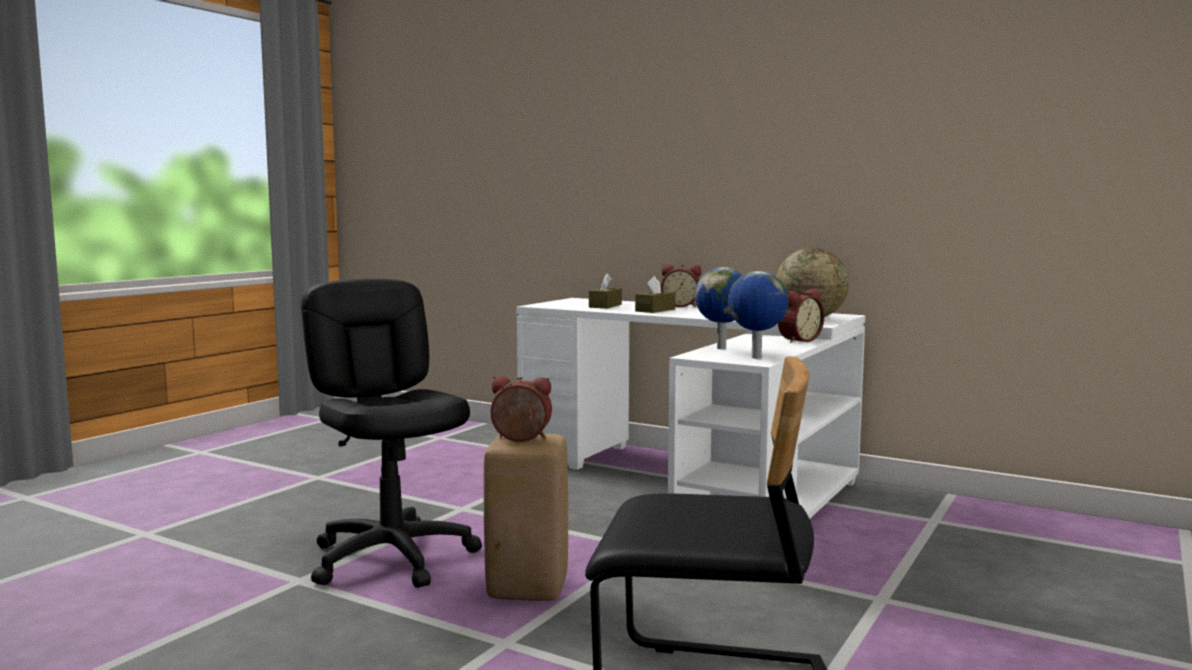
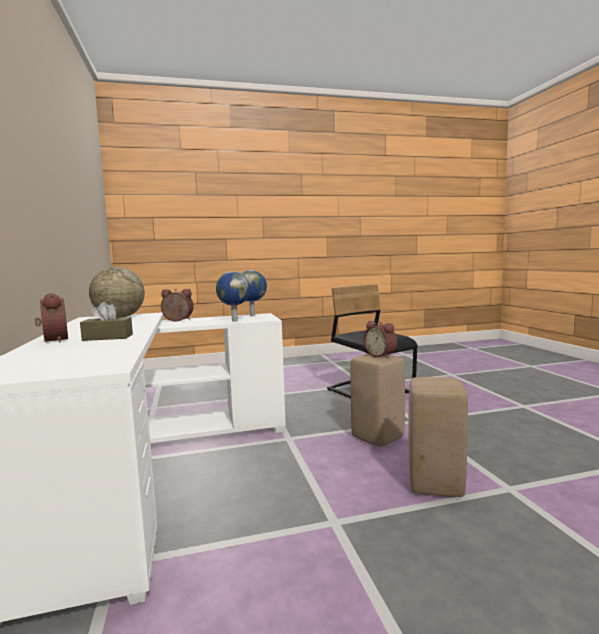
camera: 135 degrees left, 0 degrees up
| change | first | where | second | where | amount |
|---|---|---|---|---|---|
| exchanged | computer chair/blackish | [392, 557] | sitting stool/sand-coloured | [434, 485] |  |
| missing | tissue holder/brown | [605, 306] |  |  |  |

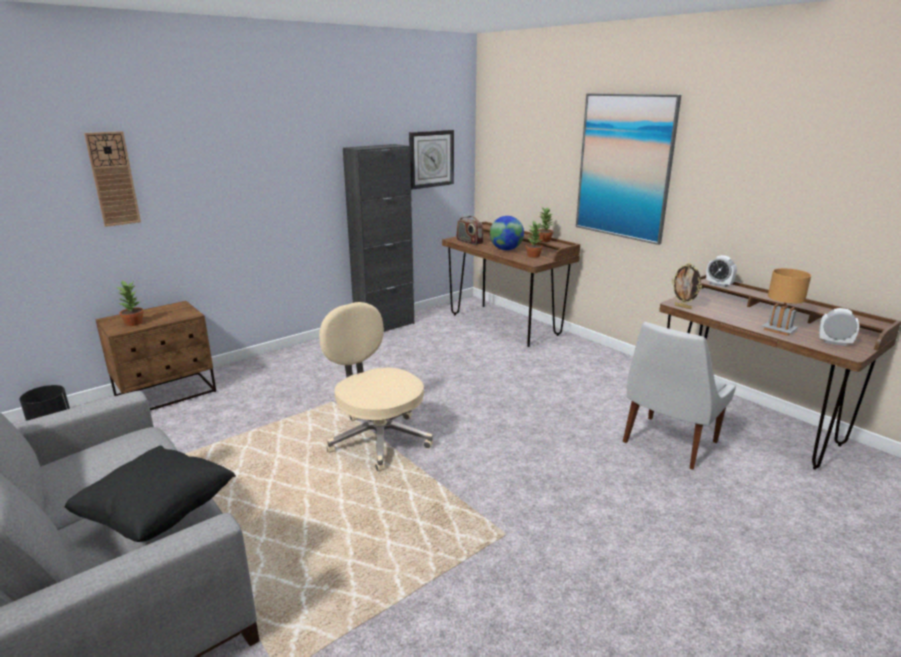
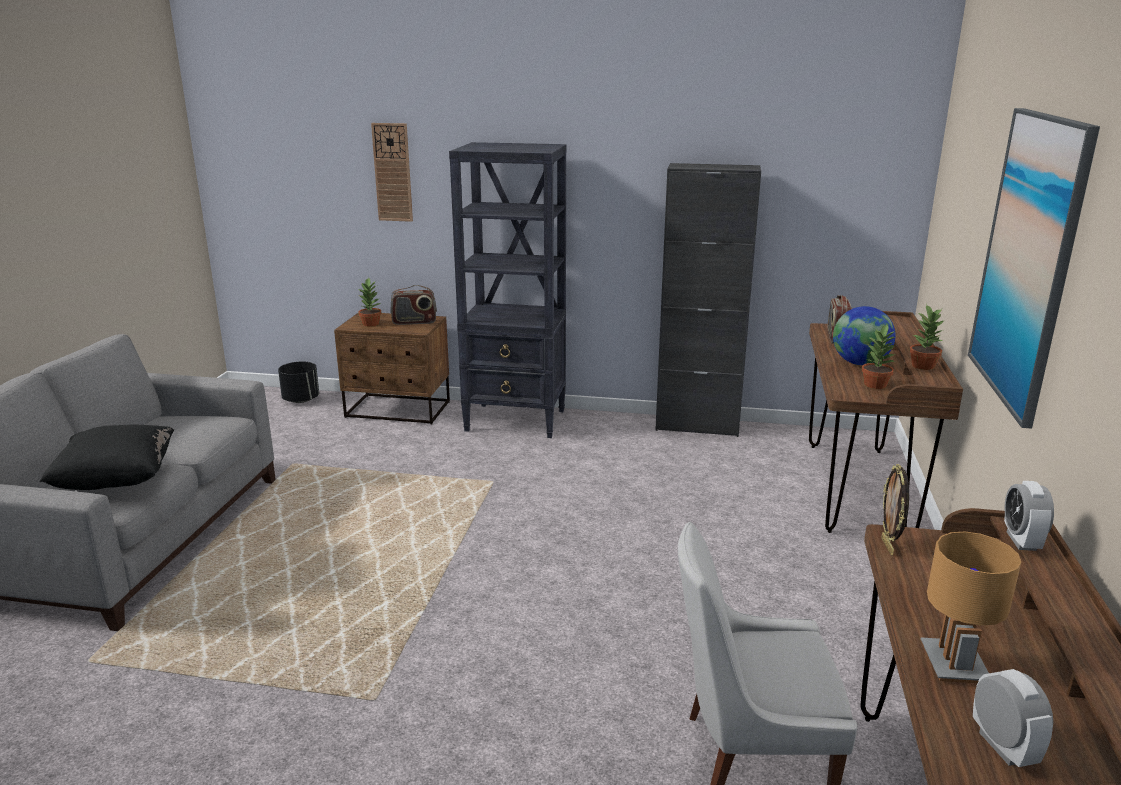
camera: 50 degrees right, 0 degrees up
| change | first | where | second | where | amount |
|---|---|---|---|---|---|
| appeared |  |  | radio set | [414, 322] |  |
| appeared |  |  | shelving unit/blackish | [516, 421] |  |
| missing | computer chair/sand-coloured | [378, 439] |  |  |  |
| missing | clock on the wall | [431, 159] |  |  |  |

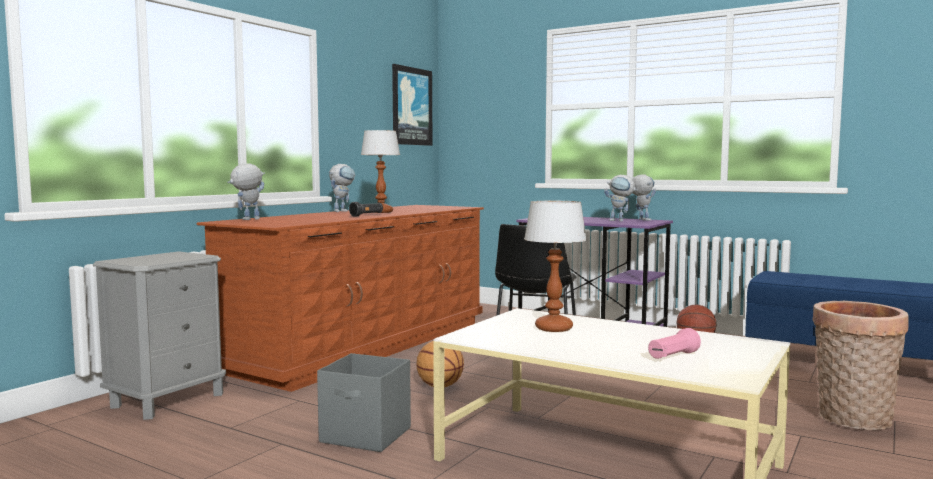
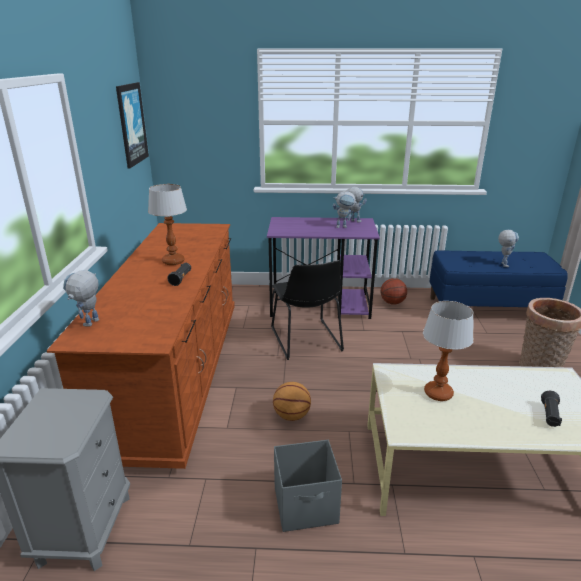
camera: 30 degrees left, 20 degrees up
| change | first | where | second | where | amount |
|---|---|---|---|---|---|
| relocated | model robot | [342, 211] |  | [503, 263] |  |
| colour | flashlight/pink-coloured | [672, 356] | flashlight/blackish | [549, 415] |  |

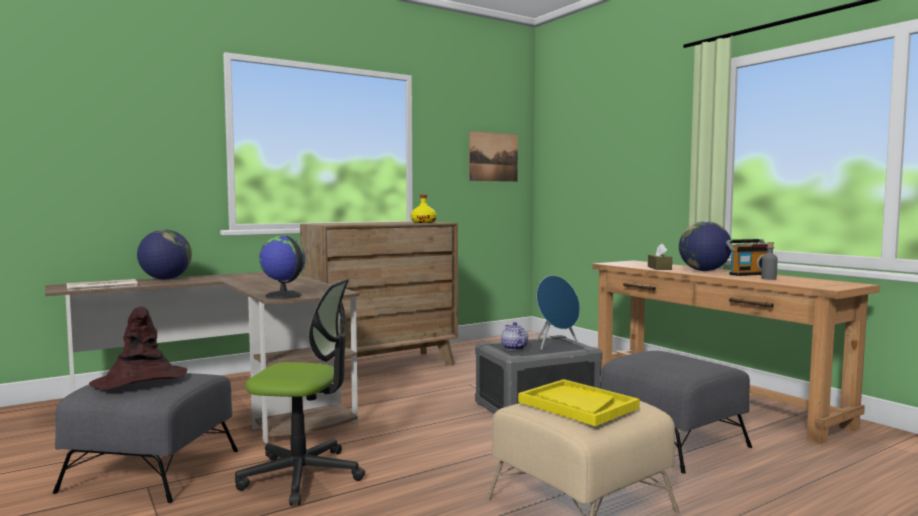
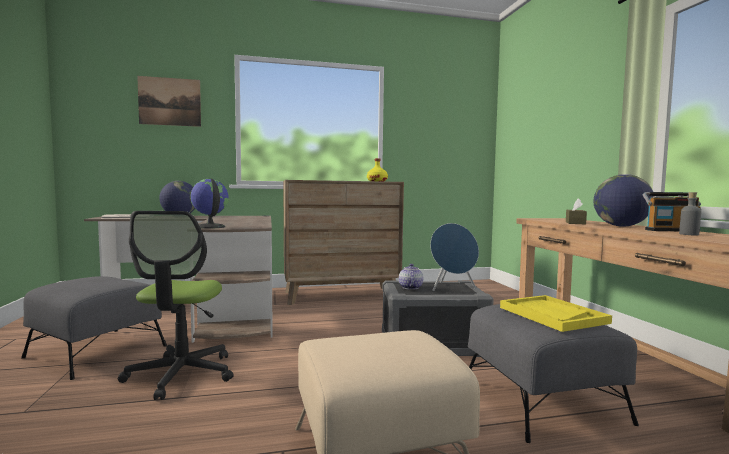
camera: 20 degrees right, 0 degrees up
| change | first | where | second | where | amount |
|---|---|---|---|---|---|
| spun | computer chair | [302, 475] |  | [181, 374] | 60 degrees clockwise |
| relocated | wall art | [493, 157] |  | [170, 101] |  |
| relocated | tray/yellowish | [577, 405] |  | [552, 315] |  |
| missing | hat/brown | [140, 380] |  |  |  |

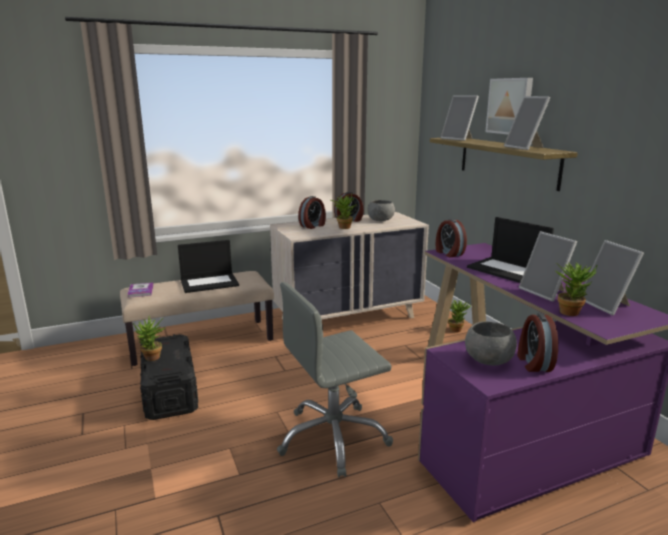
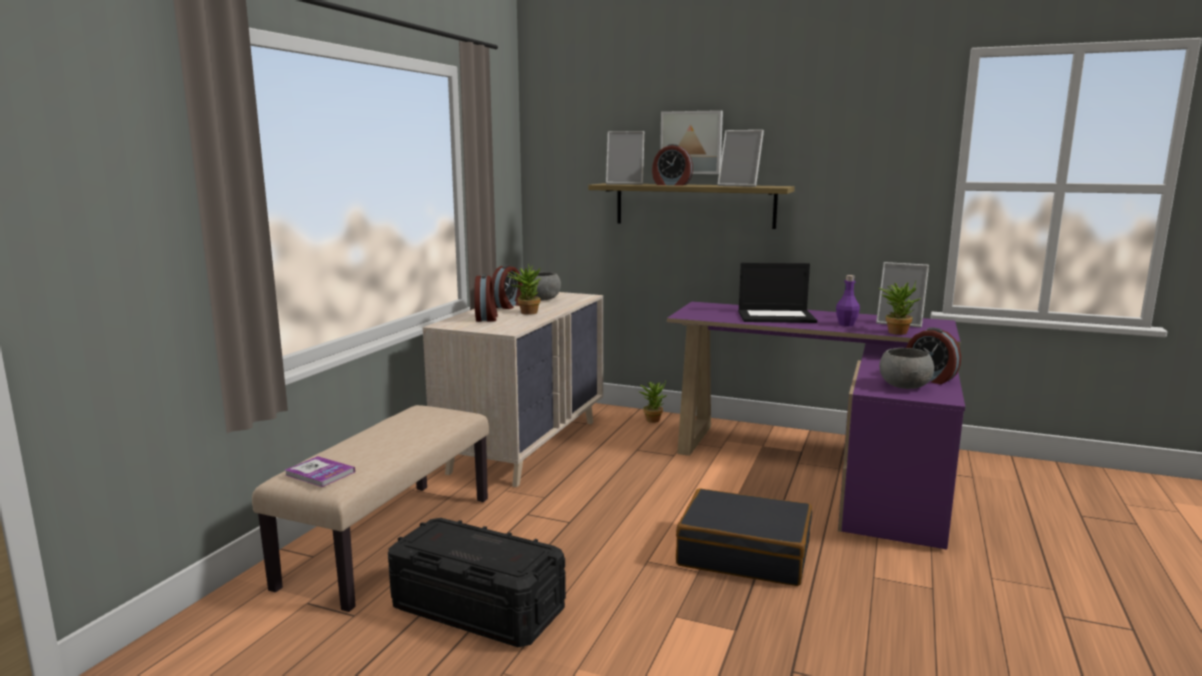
camera: 45 degrees left, 5 degrees down
| change | first | where | second | where | amount |
|---|---|---|---|---|---|
| relocated | bedside clock | [448, 253] |  | [671, 185] |  |
| exchanged | computer chair/grey | [333, 438] | suitcase/blackish | [744, 553] |  |
| exchanged | picture frame | [545, 292] | beverage bottle/purplish | [846, 324] |  |
| missing | potted plant | [152, 359] |  |  |  |
| missing | portable computer | [210, 283] |  |  |  |

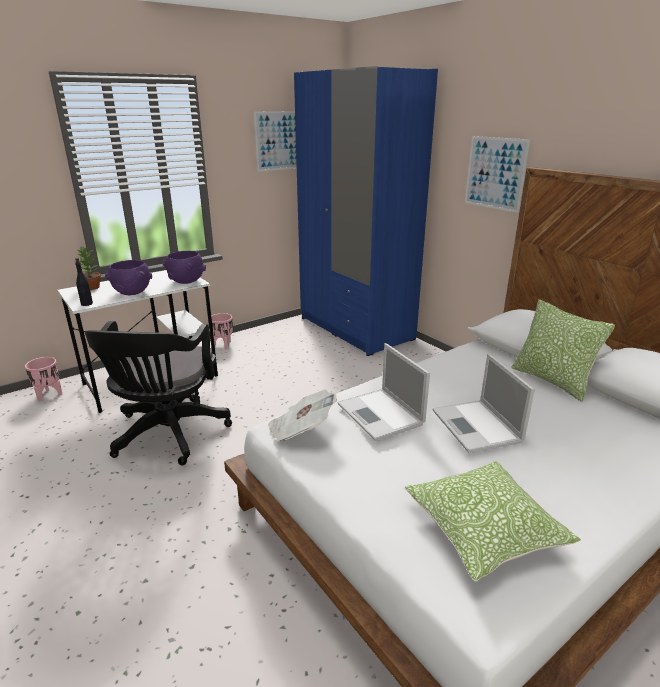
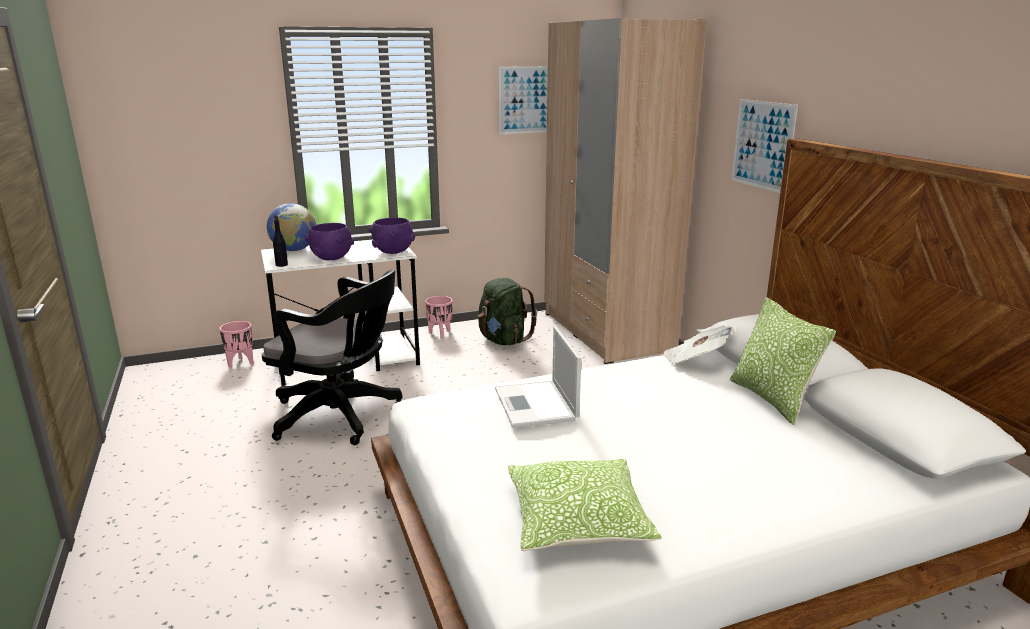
camera: 15 degrees right, 5 degrees down
| change | first | where | second | where | amount |
|---|---|---|---|---|---|
| spun | computer chair/blackish | [168, 435] |  | [341, 416] | 90 degrees counterclockwise |
| exchanged | potted plant | [91, 287] | world globe | [294, 250] |  |
| appeared |  |  | knapsack/greenish | [503, 340] |  |
| colour | armoire/blue | [356, 328] | armoire/sand-coloured | [606, 332] |  |
| relocated | daily paper | [300, 430] |  | [695, 360] |  |
| missing | portable computer | [477, 427] |  |  |  |

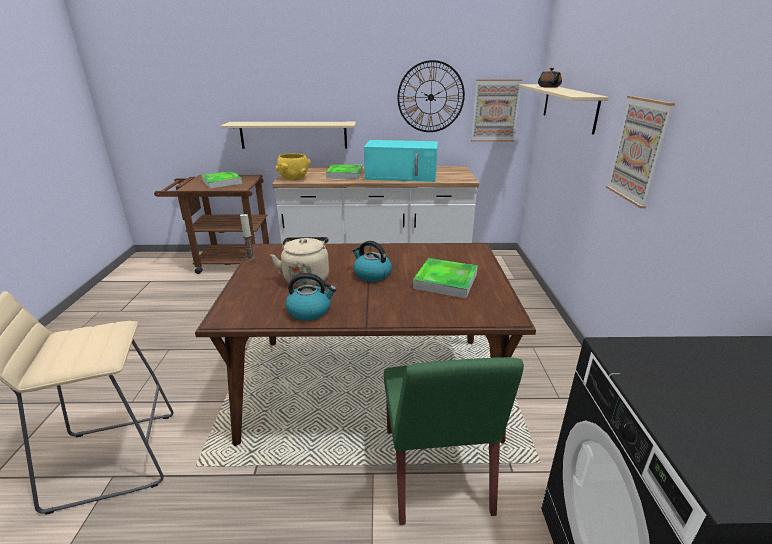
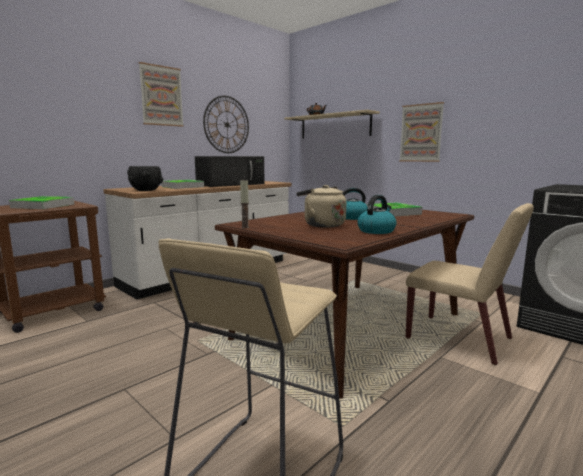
camera: 45 degrees left, 15 degrees down
| change | first | where | second | where | amount |
|---|---|---|---|---|---|
| colour | serving bowl/yellowish | [294, 179] | serving bowl/blackish | [146, 191] |  |
| relocated | wall art | [495, 111] |  | [161, 96] |  |
| colour | microwave oven/turquoise | [402, 176] | microwave oven/blackish | [231, 184] |  |
| colour | upright chair/greenish | [436, 471] | upright chair/sand-coloured | [460, 339] |  |
| missing | wall shelf/sand-coloured | [293, 135] |  |  |  |

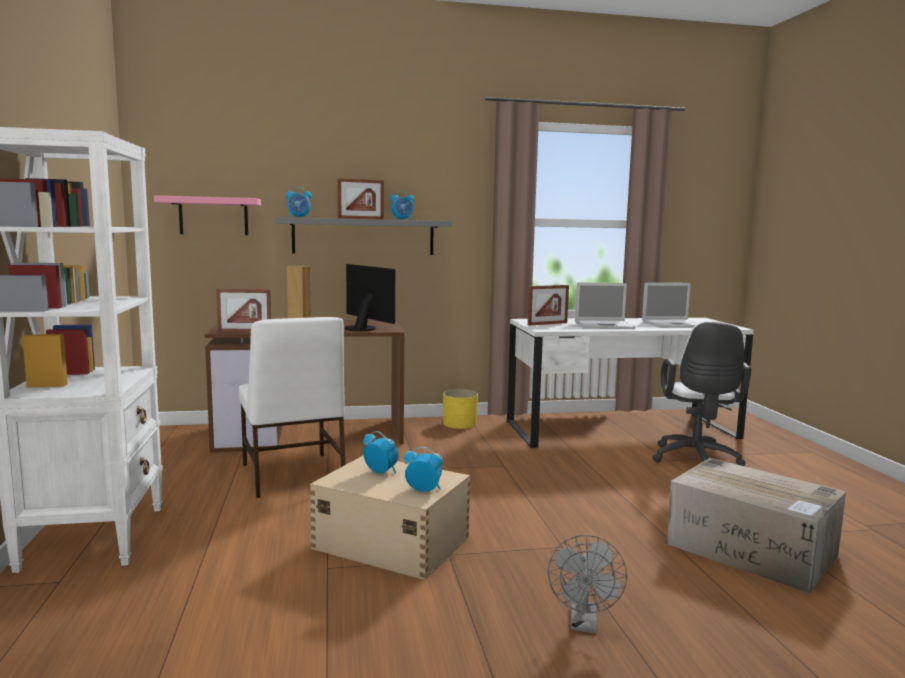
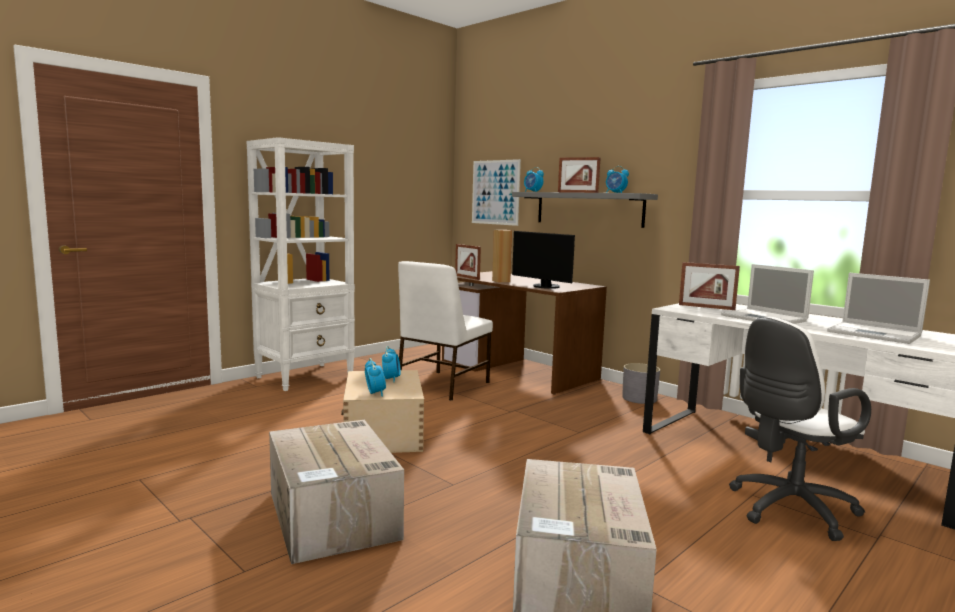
camera: 55 degrees right, 0 degrees up
| change | first | where | second | where | amount |
|---|---|---|---|---|---|
| exchanged | cooling fan/grey | [584, 624] | carton | [333, 516] |  |
| exchanged | wall shelf/pink-coloured | [213, 216] | wall art | [495, 192] |  |
| spun | computer display | [363, 328] |  | [544, 287] | 120 degrees clockwise |
| colour | plant pot/yellowish | [459, 424] | plant pot/grey | [639, 398] |  |

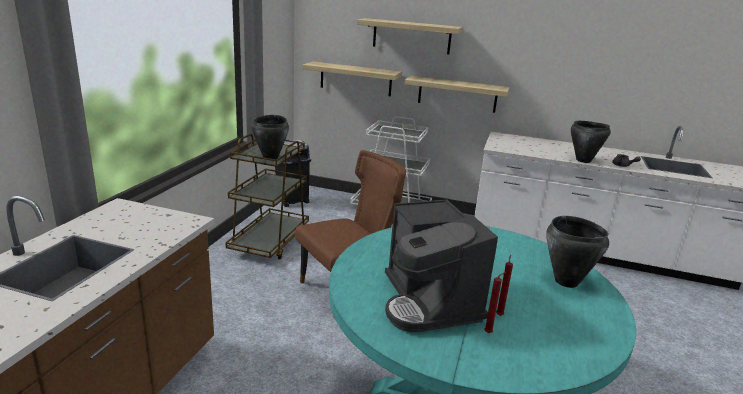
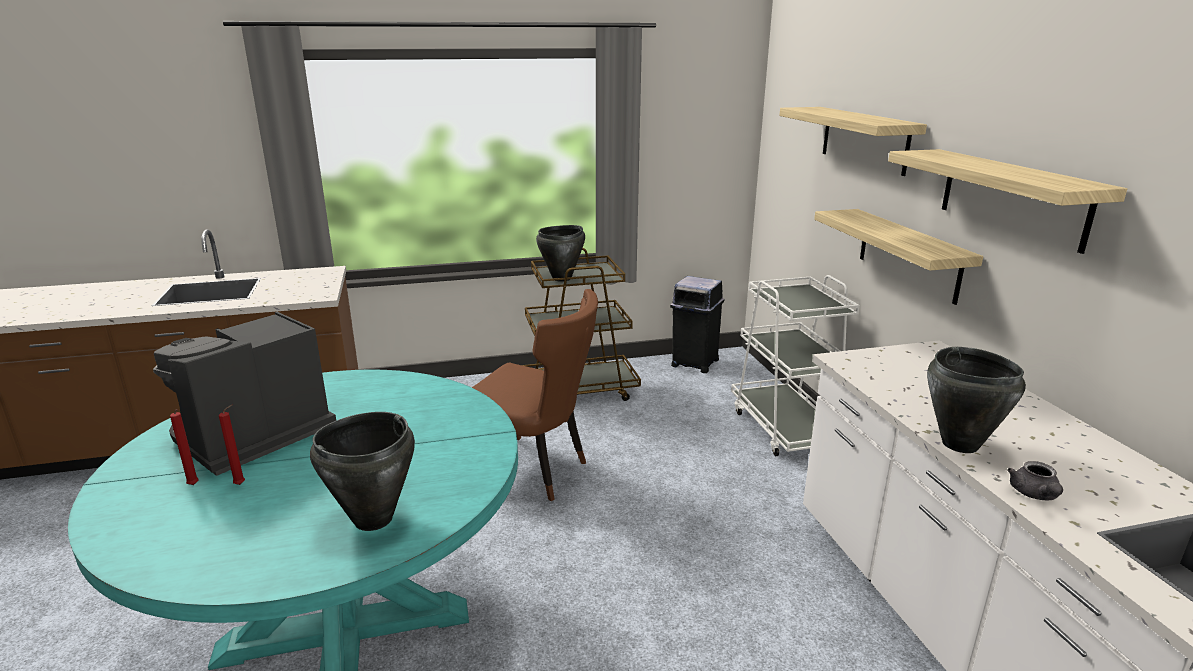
camera: 60 degrees right, 0 degrees up
| change | first | where | second | where | amount |
|---|---|---|---|---|---|
| relocated | wall shelf | [355, 79] |  | [1012, 197] |  |

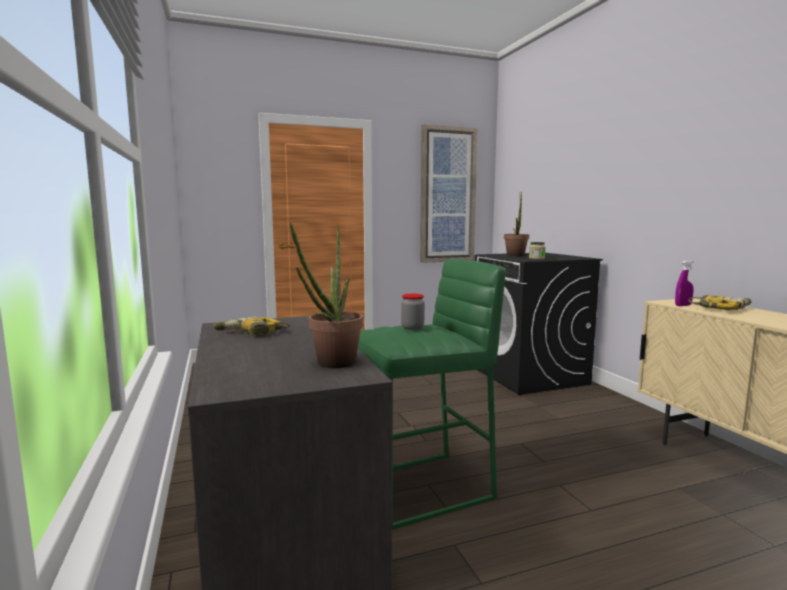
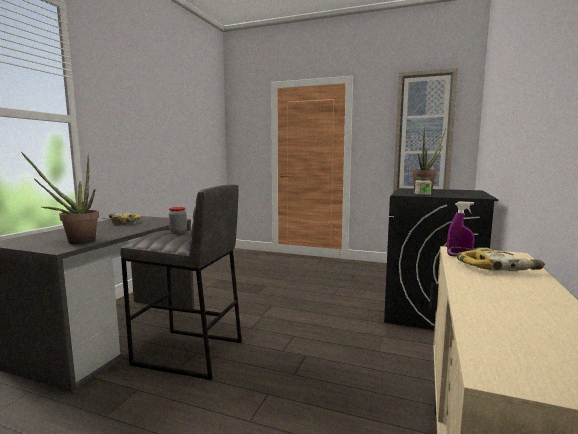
camera: 40 degrees right, 0 degrees up
| change | first | where | second | where | amount |
|---|---|---|---|---|---|
| colour | sitting stool/greenish | [423, 488] | sitting stool/grey | [189, 353] |  |

